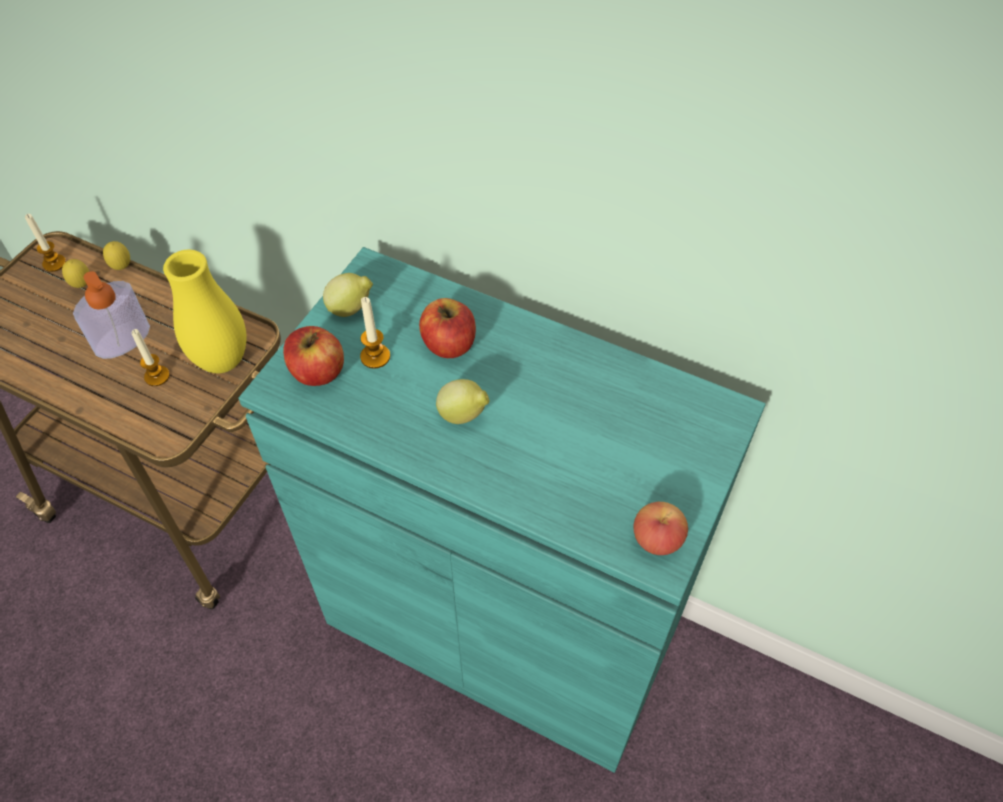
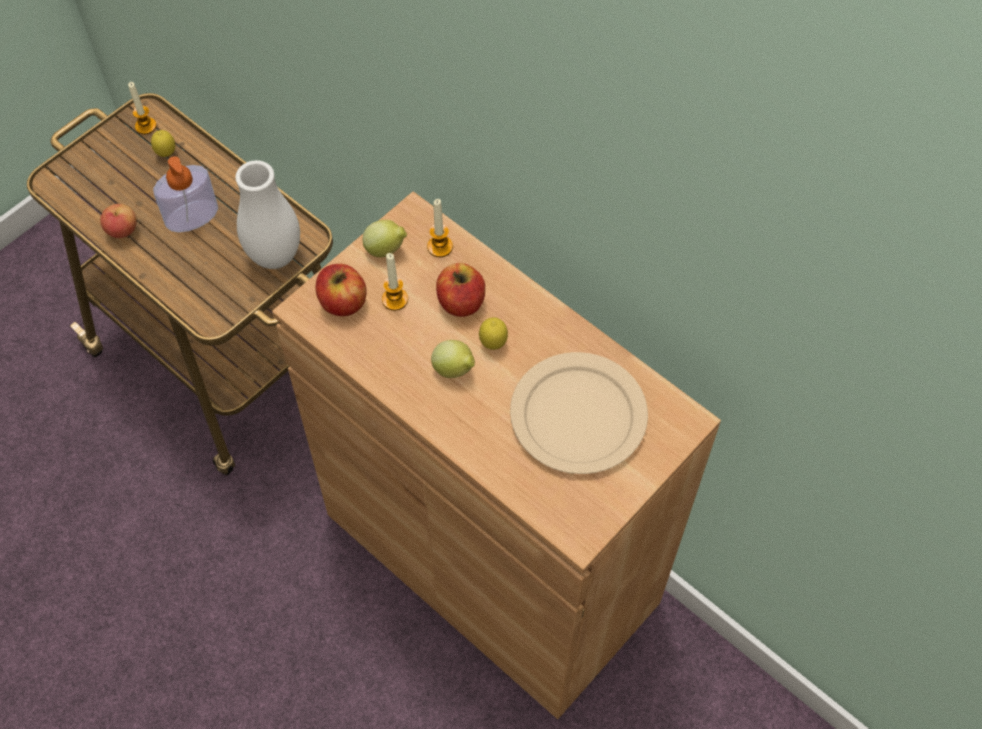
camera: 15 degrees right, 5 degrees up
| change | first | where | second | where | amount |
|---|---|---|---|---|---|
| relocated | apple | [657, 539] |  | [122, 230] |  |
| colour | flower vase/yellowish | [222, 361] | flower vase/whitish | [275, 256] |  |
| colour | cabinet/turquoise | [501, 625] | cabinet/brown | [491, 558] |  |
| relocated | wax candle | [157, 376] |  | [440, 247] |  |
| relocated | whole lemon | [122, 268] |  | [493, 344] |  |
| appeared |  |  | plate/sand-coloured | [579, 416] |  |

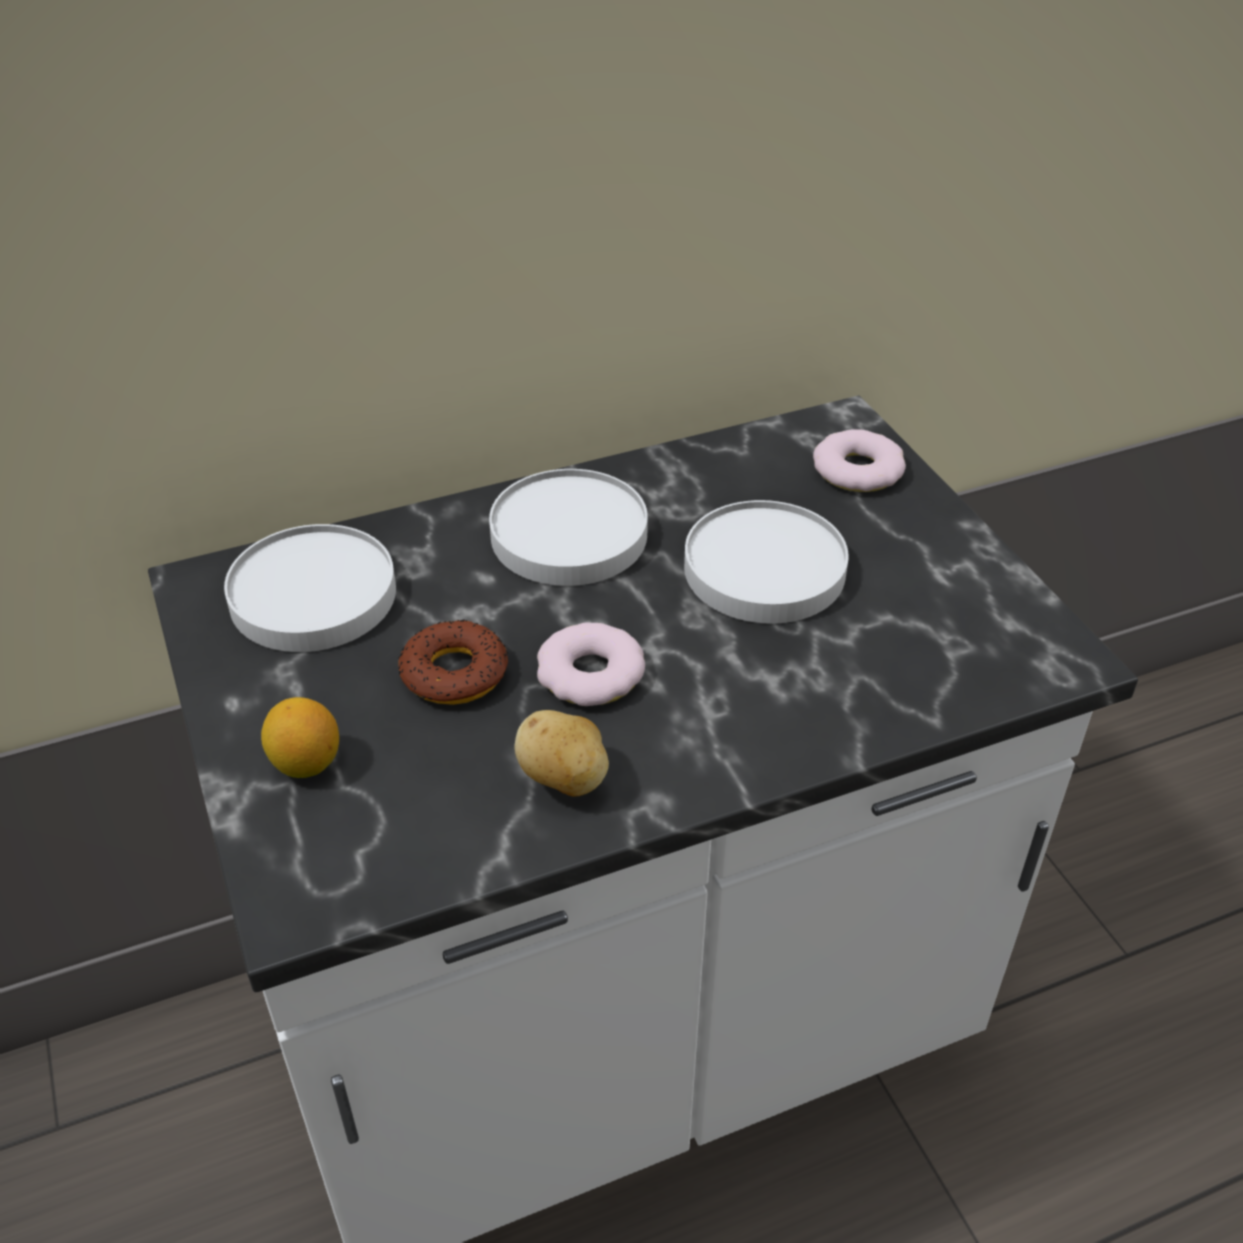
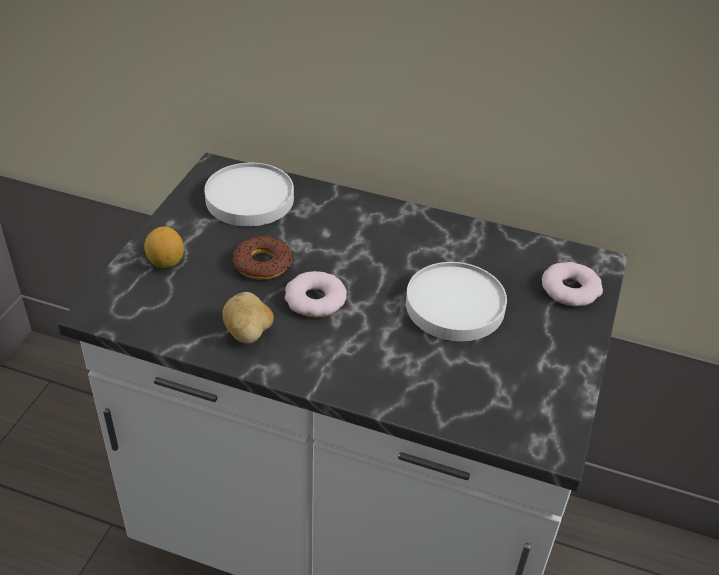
camera: 40 degrees right, 0 degrees up
| change | first | where | second | where | amount |
|---|---|---|---|---|---|
| missing | plate/whitish | [570, 534] |  |  |  |

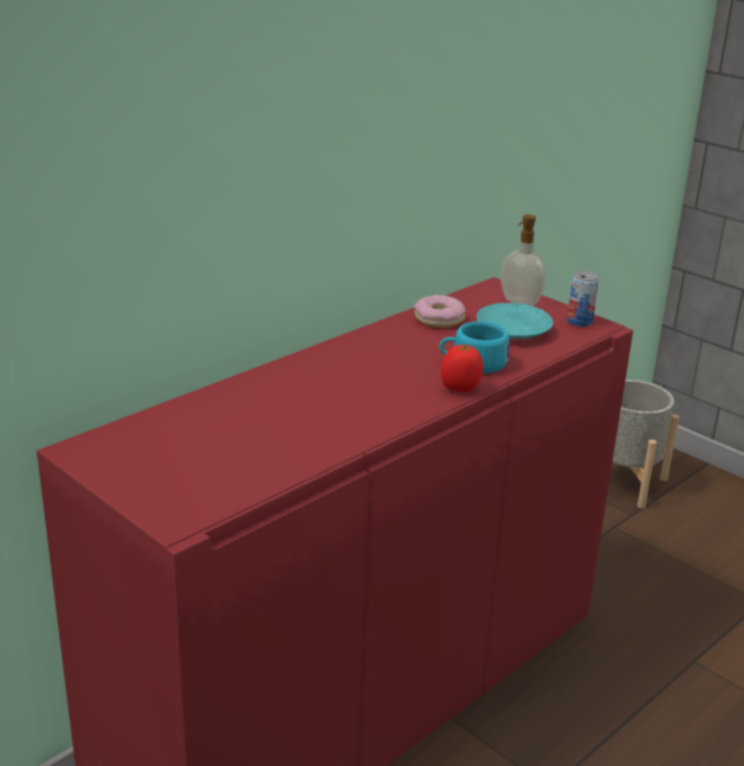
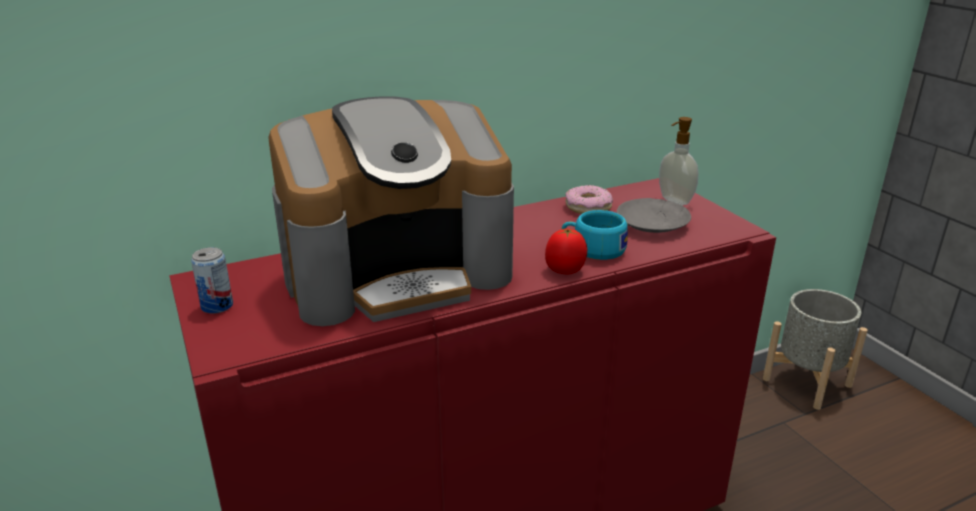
camera: 20 degrees right, 0 degrees up
| change | first | where | second | where | amount |
|---|---|---|---|---|---|
| relocated | sealed can | [579, 321] |  | [217, 306] |  |
| appeared |  |  | coffee machine | [397, 272] |  |
| colour | plate/turquoise | [514, 330] | plate/grey | [653, 224] |  |

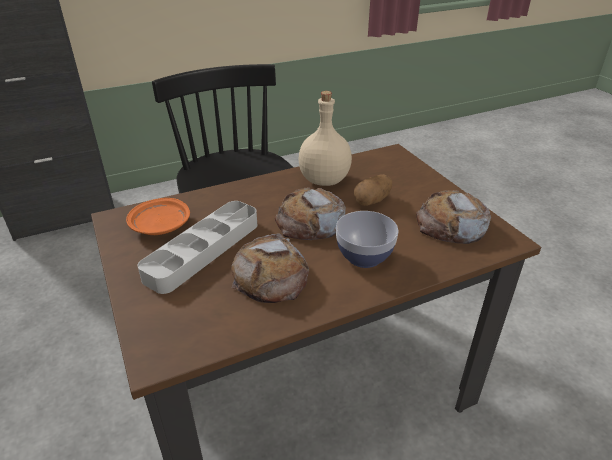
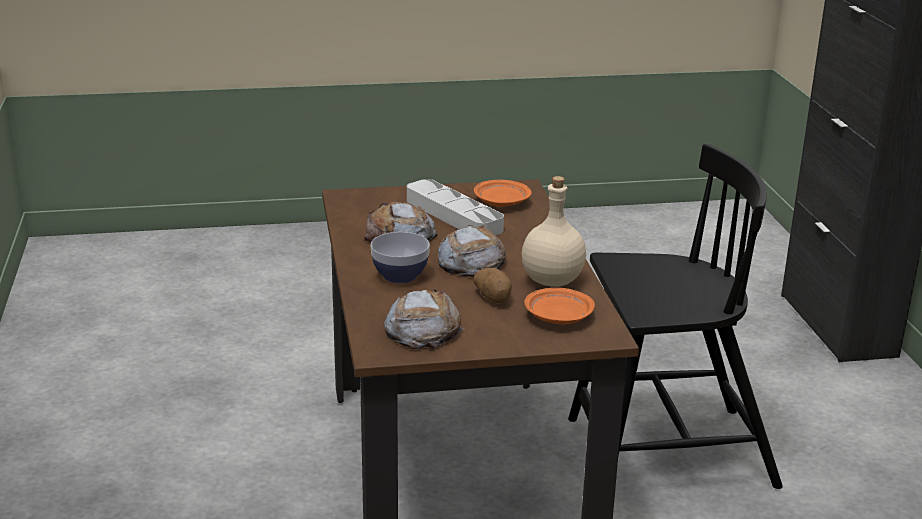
camera: 105 degrees right, 10 degrees down
| change | first | where | second | where | amount |
|---|---|---|---|---|---|
| appeared |  |  | plate/orangey | [557, 317] |  |

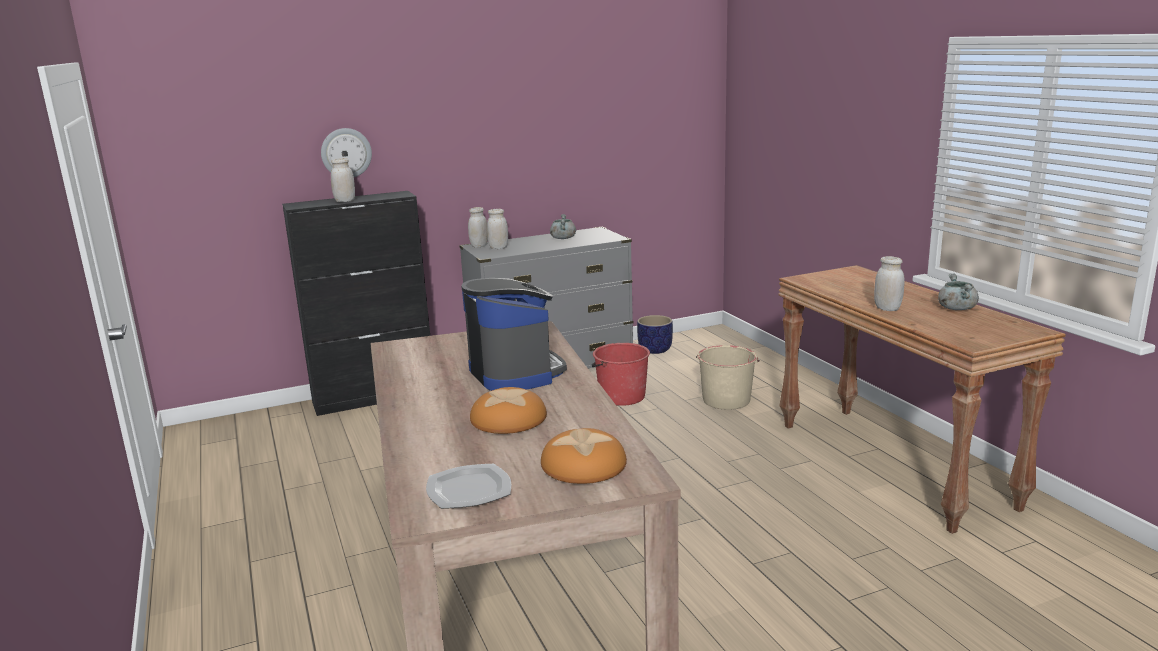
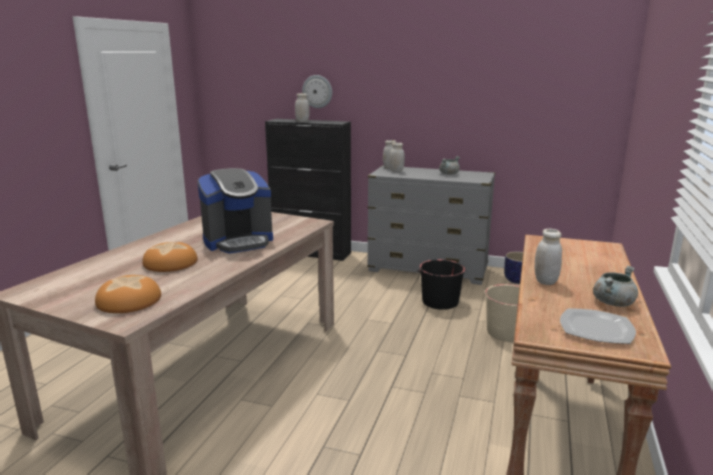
camera: 40 degrees right, 0 degrees up
| change | first | where | second | where | amount |
|---|---|---|---|---|---|
| spun | coffee machine | [515, 373] |  | [238, 241] | 45 degrees clockwise |
| colour | pail/reddish | [621, 396] | pail/blackish | [440, 301] |  |
| relocated | plate | [470, 490] |  | [597, 329] |  |

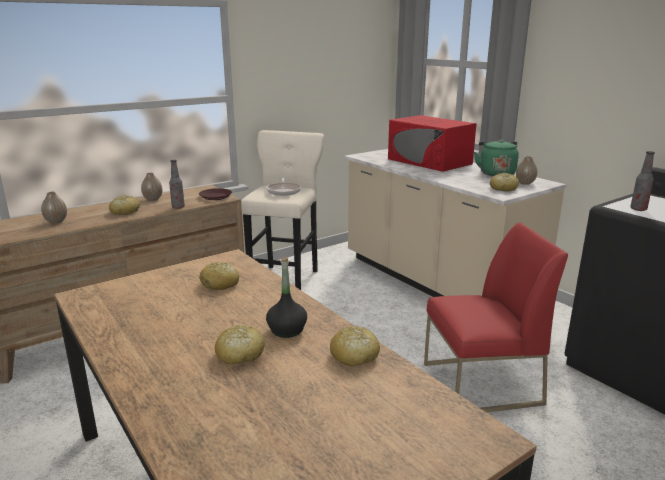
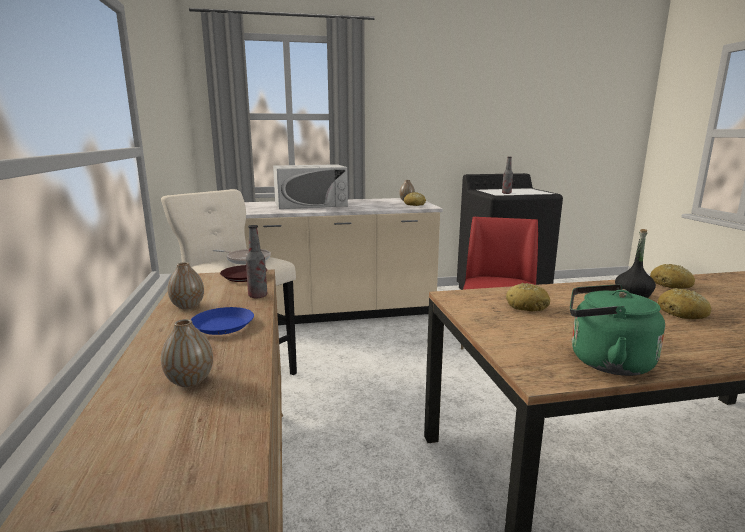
camera: 65 degrees left, 5 degrees down
| change | first | where | second | where | amount |
|---|---|---|---|---|---|
| exchanged | baked bread | [125, 211] | plate/blue | [223, 326] |  |
| colour | microwave oven/reddish | [429, 161] | microwave oven/whitish | [311, 204] |  |
| relocated | water kettle/greenish | [496, 173] |  | [604, 361] |  |

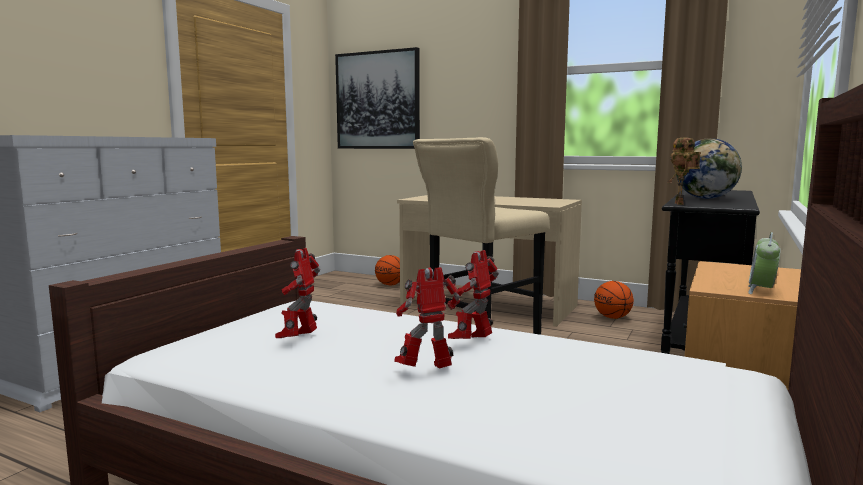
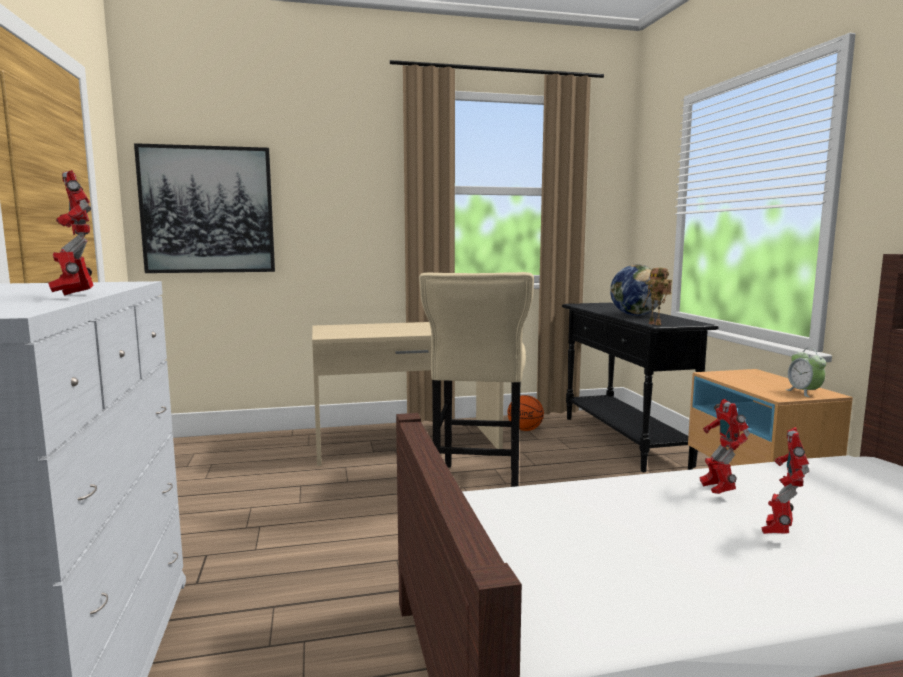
camera: 40 degrees left, 0 degrees up
| change | first | where | second | where | amount |
|---|---|---|---|---|---|
| relocated | model robot | [299, 339] |  | [76, 296] |  |
| missing | basketball | [390, 285] |  |  |  |

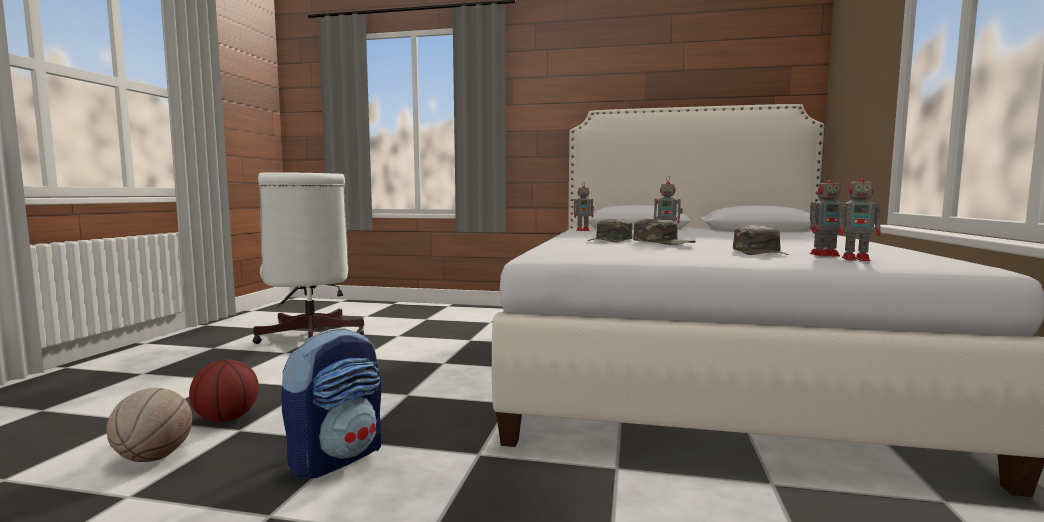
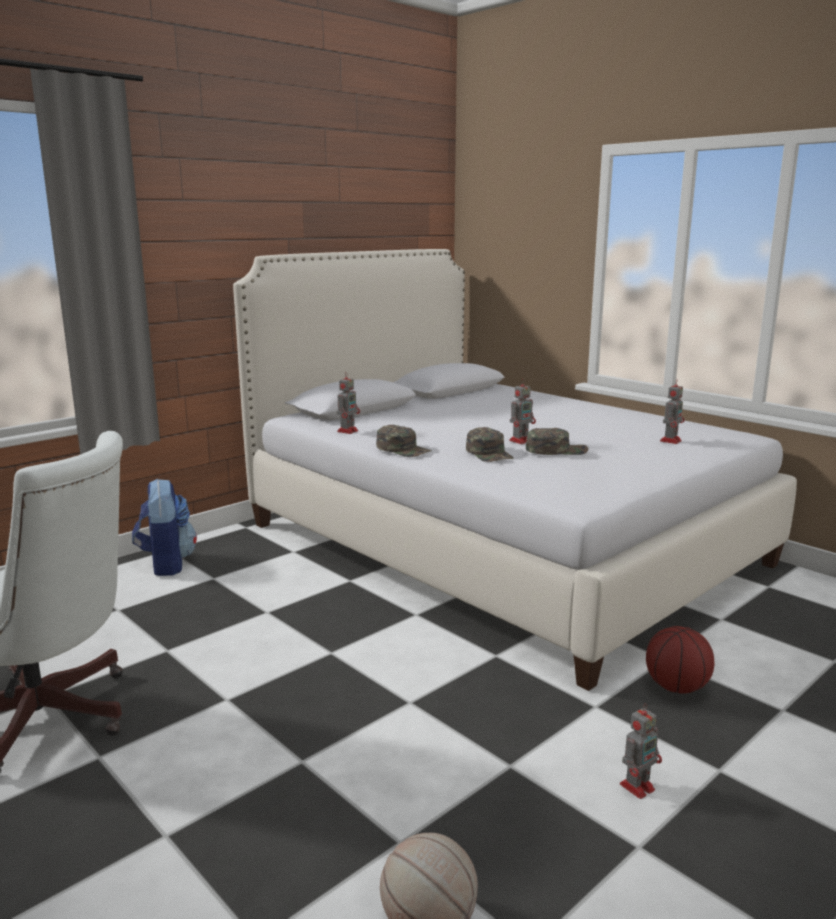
camera: 55 degrees left, 10 degrees up
| change | first | where | second | where | amount |
|---|---|---|---|---|---|
| relocated | knapsack | [337, 457] |  | [166, 564] |  |
| relocated | peaked cap/greenish | [760, 252] |  | [403, 449] |  |
| relocated | model robot | [857, 259] |  | [638, 786] |  |
| relocated | basketball | [227, 418] |  | [675, 687] |  |

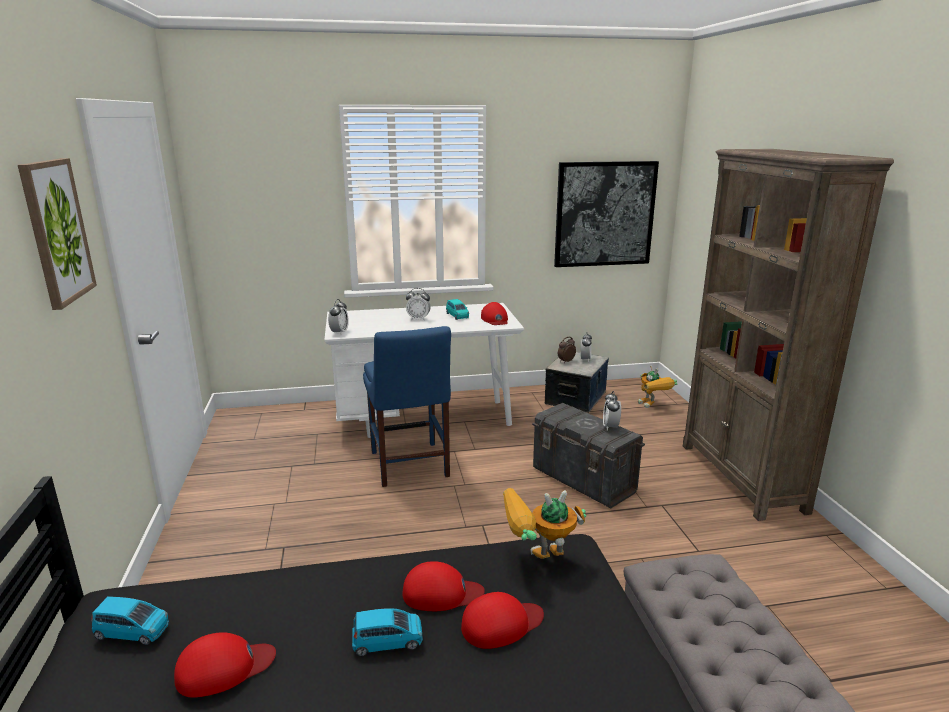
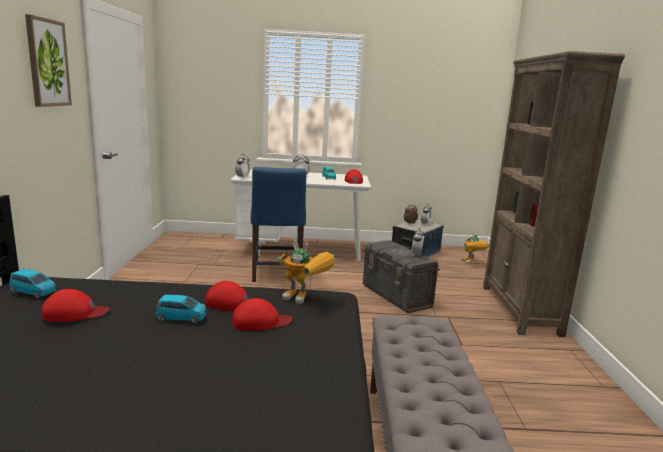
camera: 10 degrees right, 5 degrees down
| change | first | where | second | where | amount |
|---|---|---|---|---|---|
| spun | model robot | [537, 562] |  | [306, 299] | 150 degrees counterclockwise |
| missing | wall art | [604, 214] |  |  |  |

